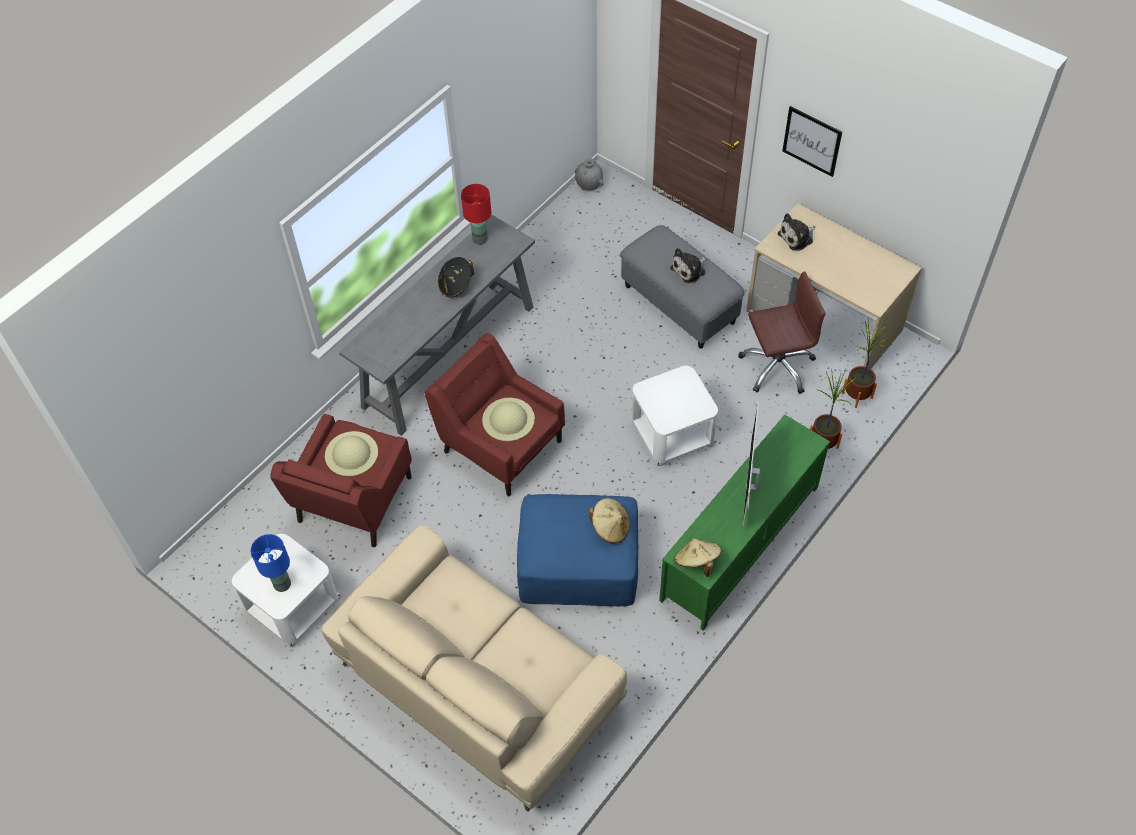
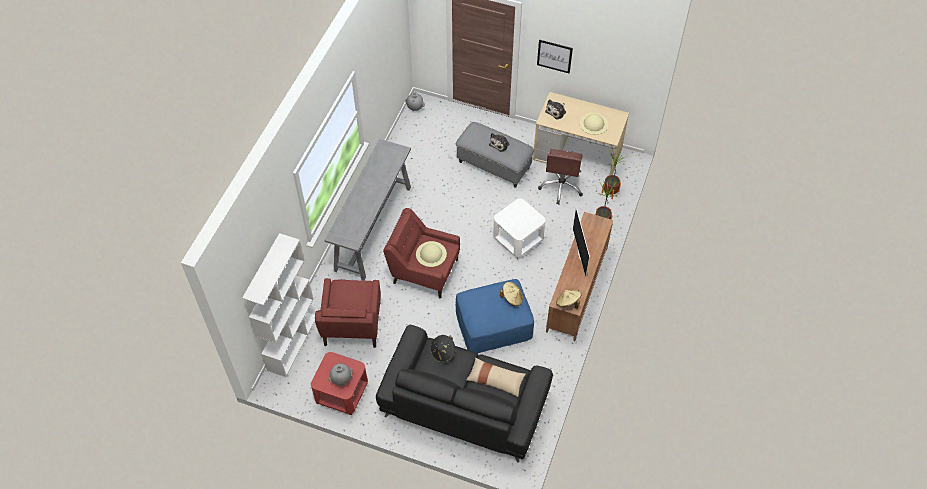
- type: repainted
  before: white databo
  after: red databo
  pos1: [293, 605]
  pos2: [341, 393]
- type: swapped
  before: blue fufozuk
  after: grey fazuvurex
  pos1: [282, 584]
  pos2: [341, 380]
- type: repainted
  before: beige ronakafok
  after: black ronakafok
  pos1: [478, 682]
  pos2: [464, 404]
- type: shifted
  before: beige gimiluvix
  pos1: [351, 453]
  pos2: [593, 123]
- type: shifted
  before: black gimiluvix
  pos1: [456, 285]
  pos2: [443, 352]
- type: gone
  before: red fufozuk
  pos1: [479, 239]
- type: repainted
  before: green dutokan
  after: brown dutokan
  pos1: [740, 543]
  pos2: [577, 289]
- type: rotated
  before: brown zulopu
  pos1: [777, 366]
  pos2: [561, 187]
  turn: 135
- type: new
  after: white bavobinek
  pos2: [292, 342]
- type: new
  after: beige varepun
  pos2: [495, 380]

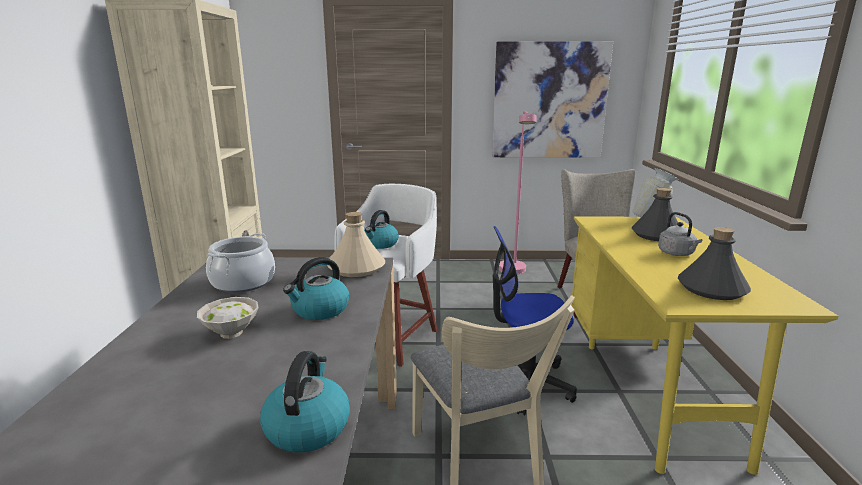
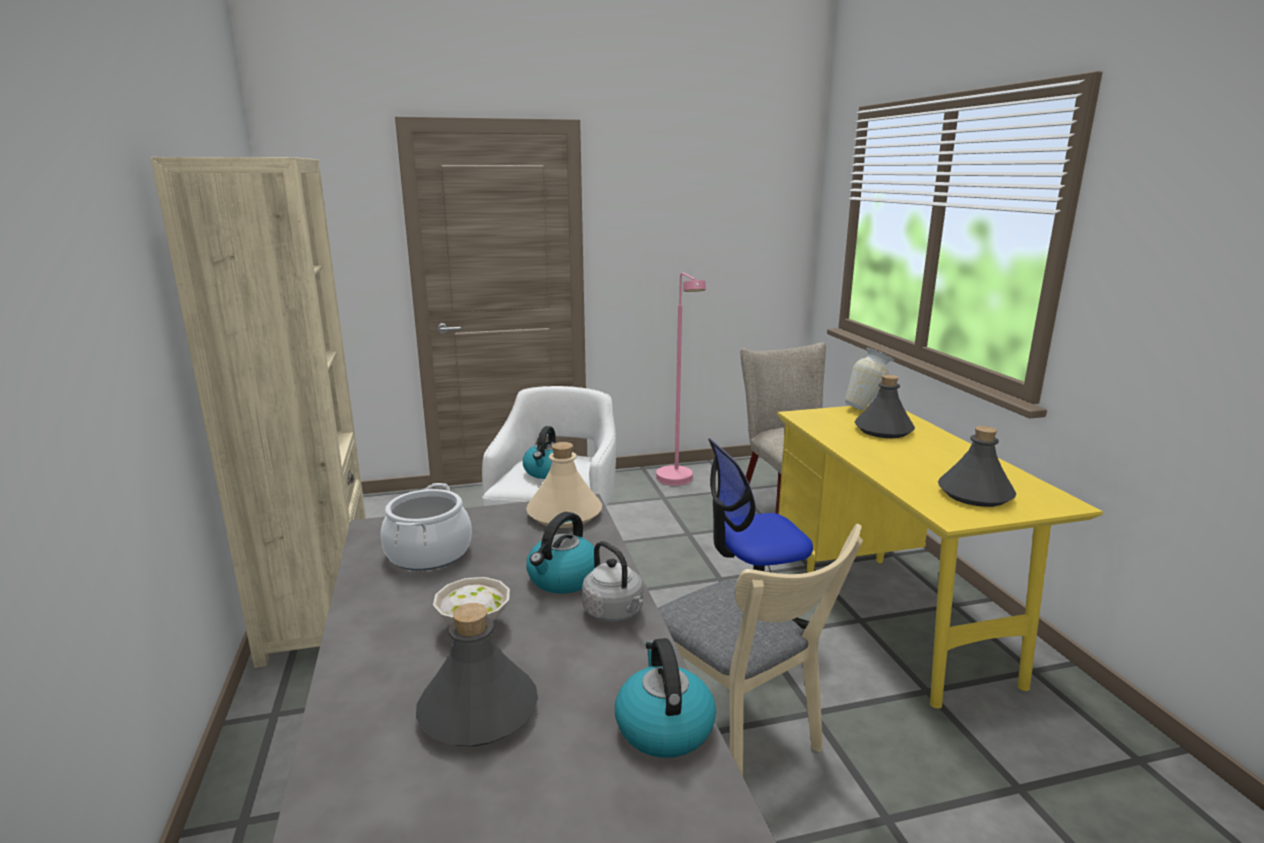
- type: gone
  before: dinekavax
  pos1: [549, 101]
- type: shifted
  before: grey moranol
  pos1: [677, 254]
  pos2: [615, 613]
- type: new
  after: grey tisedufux
  pos2: [479, 711]

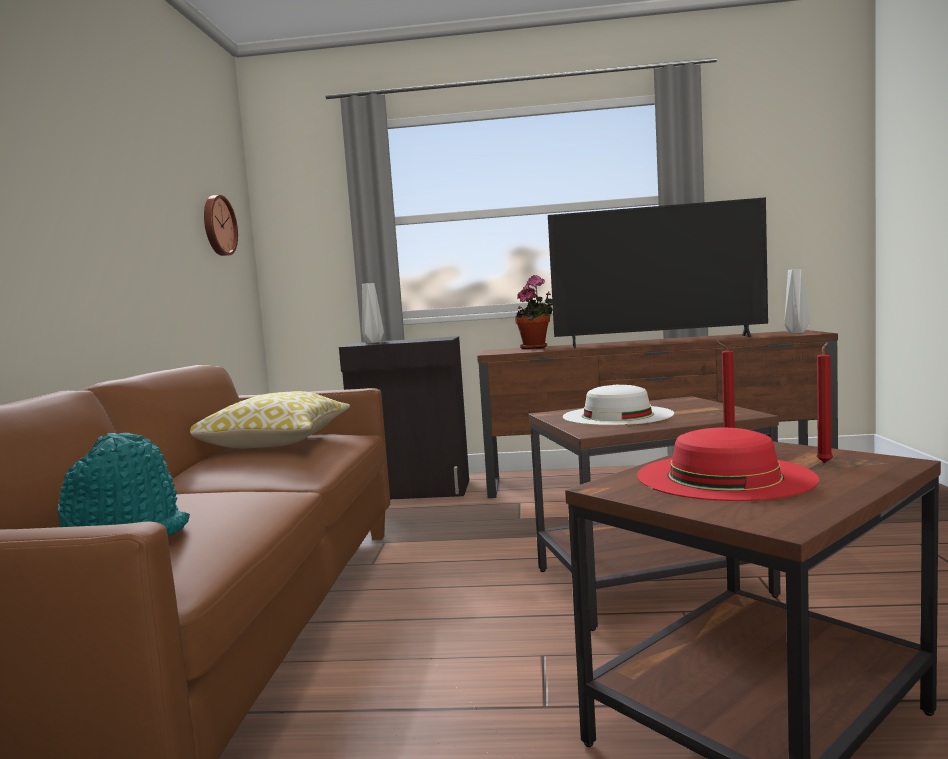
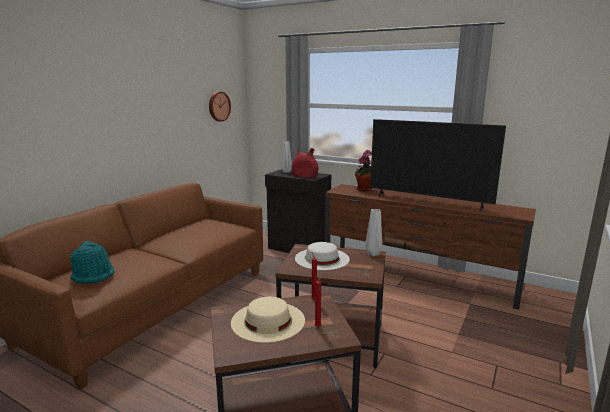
- type: gone
  before: varepun
  pos1: [273, 442]
- type: repainted
  before: red gimiluvix
  after: beige gimiluvix
  pos1: [723, 476]
  pos2: [268, 321]
- type: shifted
  before: grey fazuvurex
  pos1: [796, 333]
  pos2: [373, 254]
- type: new
  after: red fazuvurex
  pos2: [304, 176]

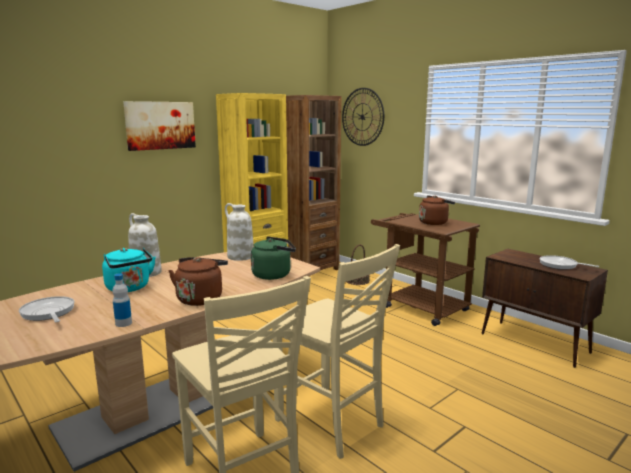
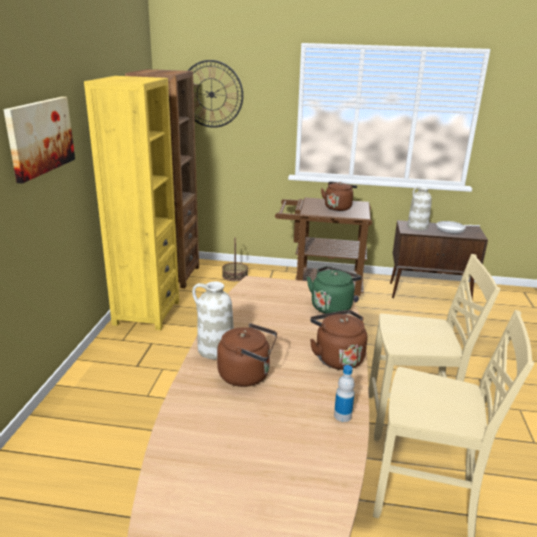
- type: gone
  before: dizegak
  pos1: [48, 313]
- type: repainted
  before: turquoise moranol
  after: brown moranol
  pos1: [129, 288]
  pos2: [247, 375]
- type: shifted
  before: white fazuvurex
  pos1: [240, 257]
  pos2: [417, 227]

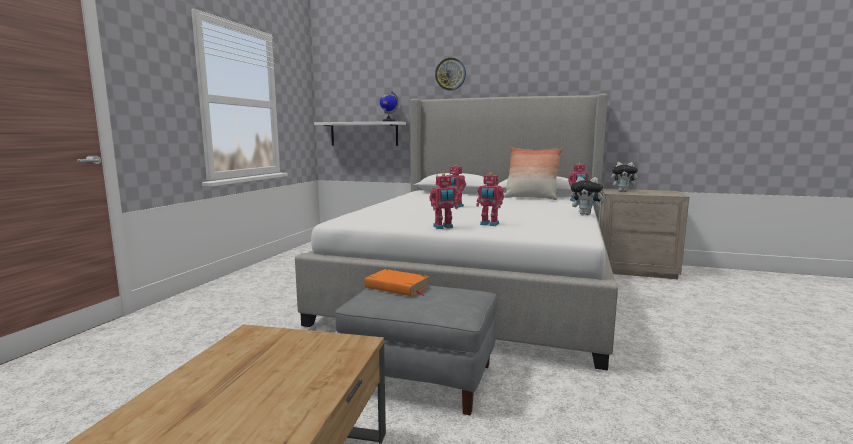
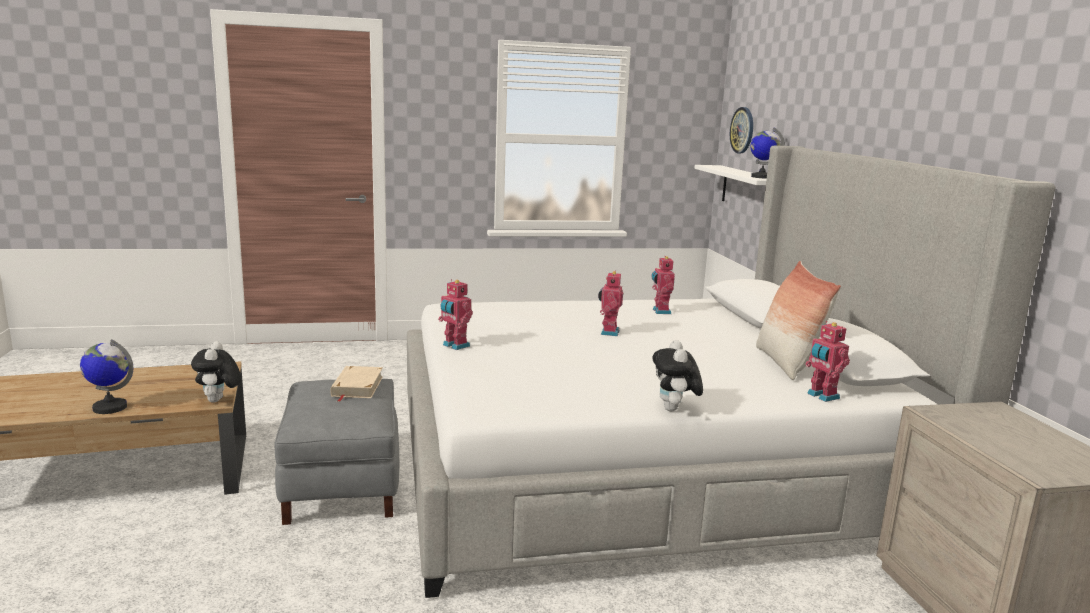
- type: repainted
  before: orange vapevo
  after: beige vapevo
  pos1: [397, 287]
  pos2: [357, 386]
- type: shifted
  before: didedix
  pos1: [450, 74]
  pos2: [742, 130]
- type: shifted
  before: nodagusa
  pos1: [489, 224]
  pos2: [660, 311]
- type: shifted
  before: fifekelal
  pos1: [623, 191]
  pos2: [218, 401]
- type: new
  after: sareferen
  pos2: [110, 407]

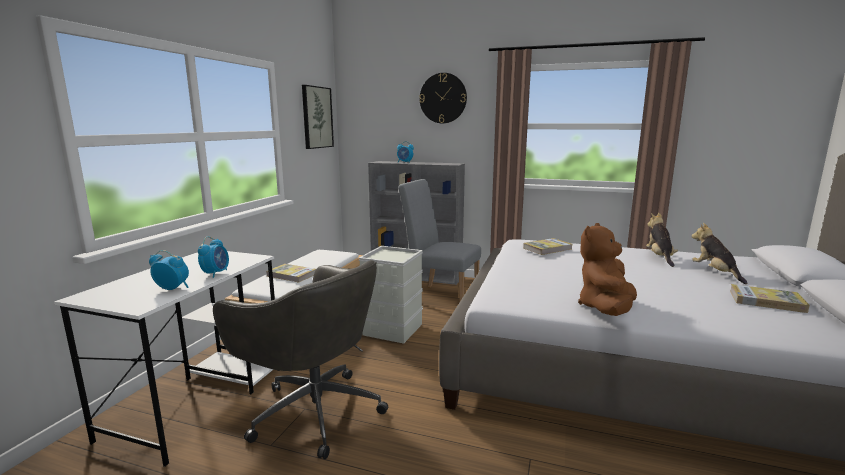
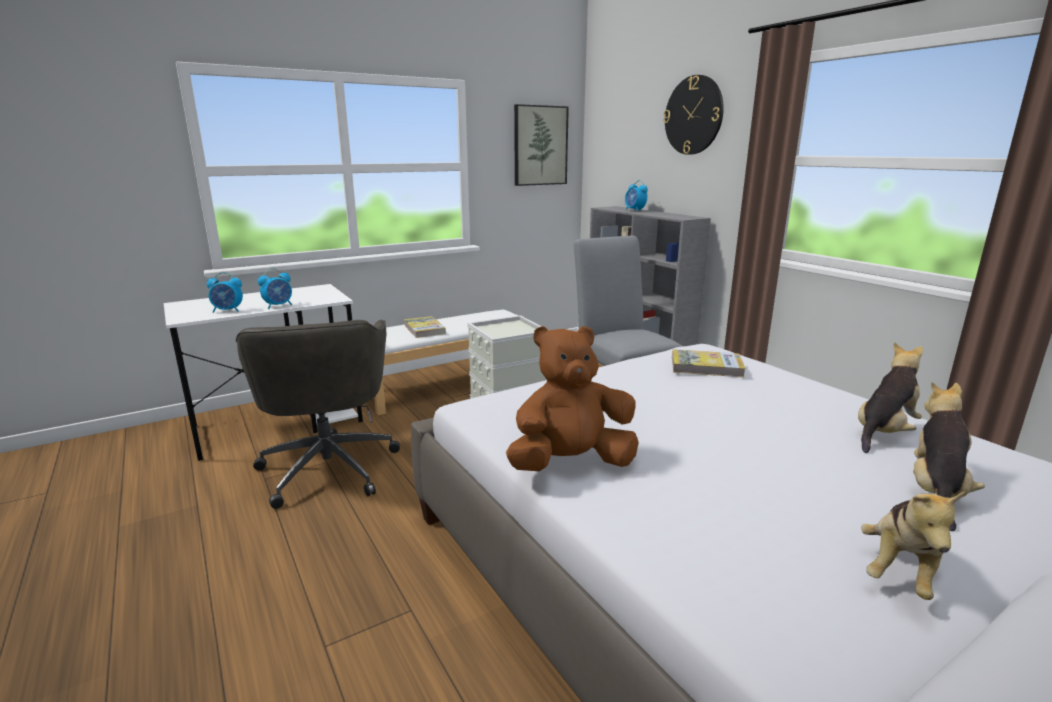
- type: rotated
  before: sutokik
  pos1: [172, 288]
  pos2: [228, 311]
  turn: 120
- type: swapped
  before: vapevo
  after: fifekelal
  pos1: [766, 301]
  pos2: [901, 570]

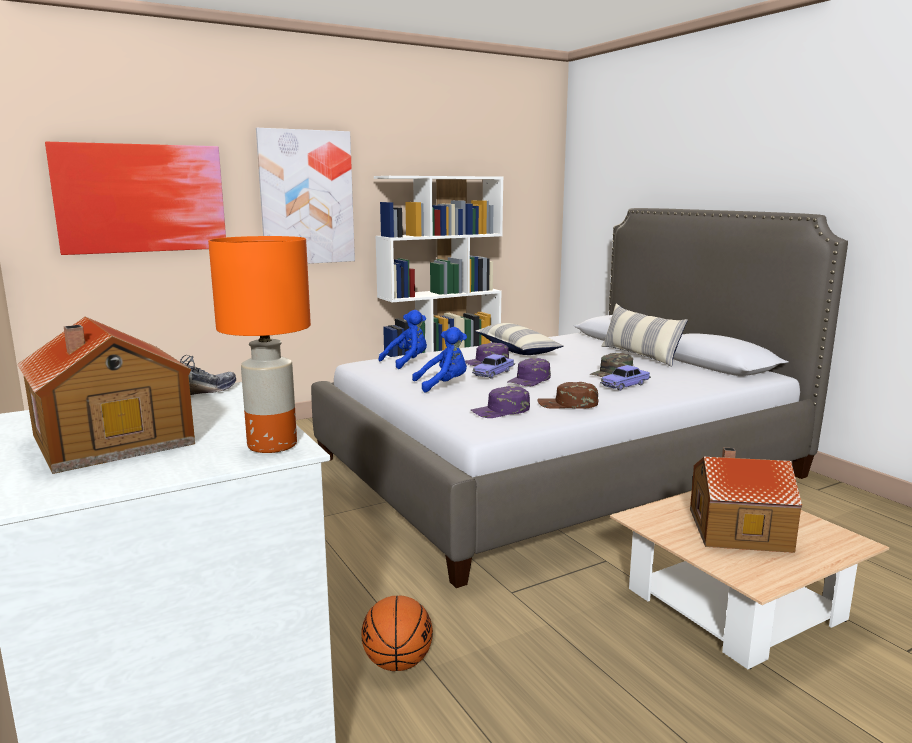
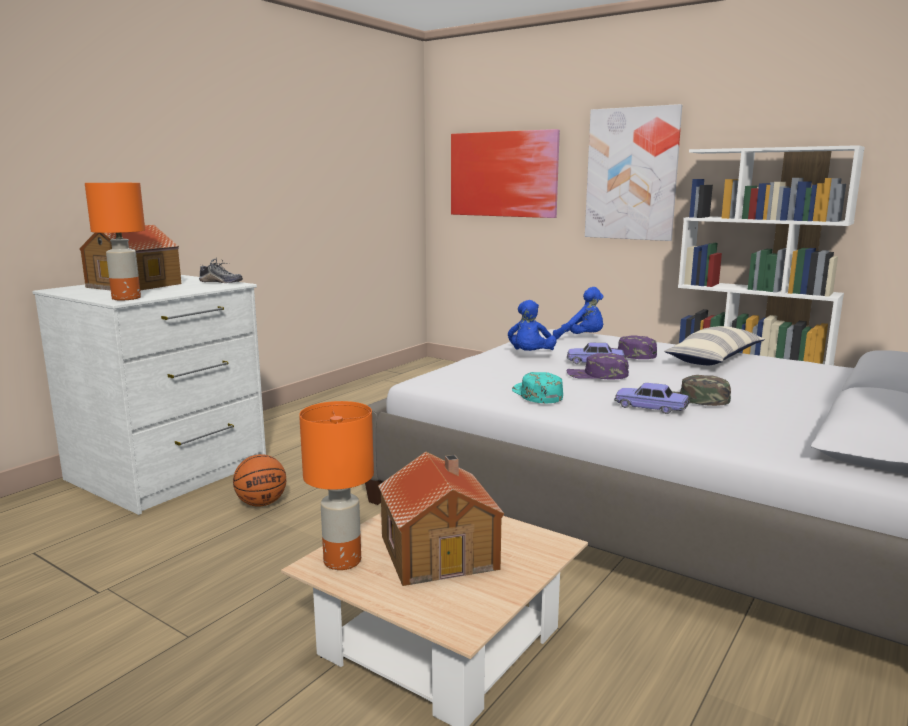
- type: rotated
  before: blue fifekelal
  pos1: [443, 385]
  pos2: [530, 356]
  turn: 60
- type: gone
  before: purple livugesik
  pos1: [501, 411]
- type: repainted
  before: brown livugesik
  after: turquoise livugesik
  pos1: [567, 404]
  pos2: [536, 395]
- type: gone
  before: varepun
  pos1: [639, 355]
- type: new
  after: orange fufozuk
  pos2: [341, 561]

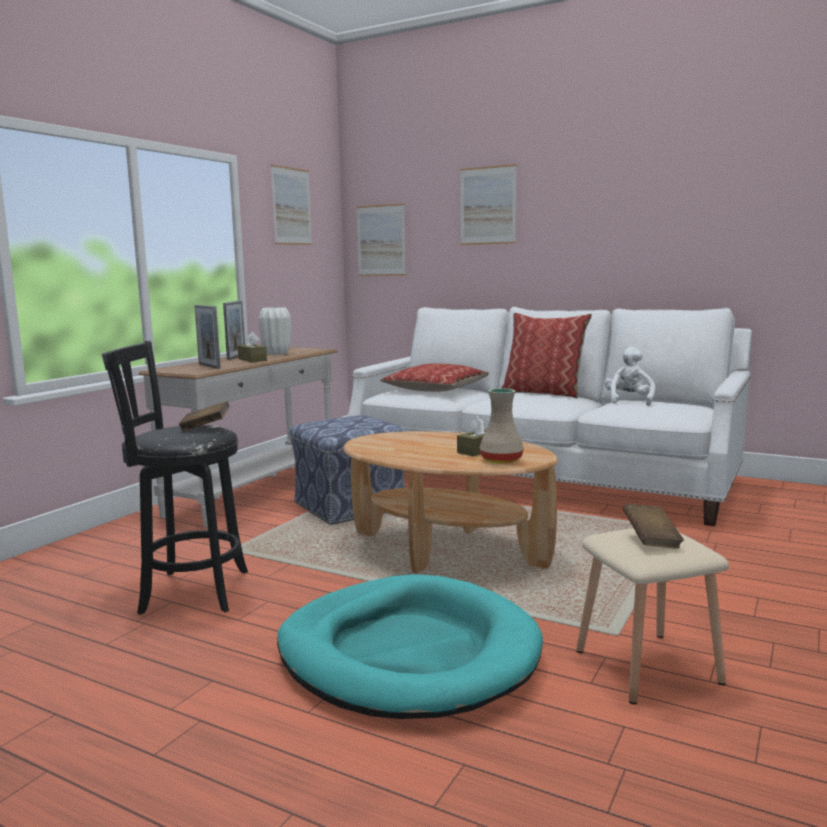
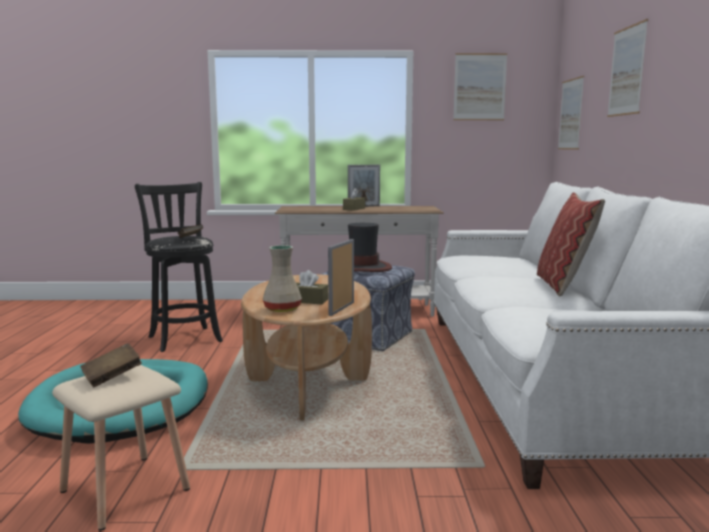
- type: shifted
  before: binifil
  pos1: [209, 366]
  pos2: [341, 308]
- type: gone
  before: white fazuvurex
  pos1: [277, 353]
- type: gone
  before: varepun
  pos1: [436, 389]
- type: gone
  before: white fifekelal
  pos1: [628, 401]
- type: new
  after: gimiluvix
  pos2: [362, 268]

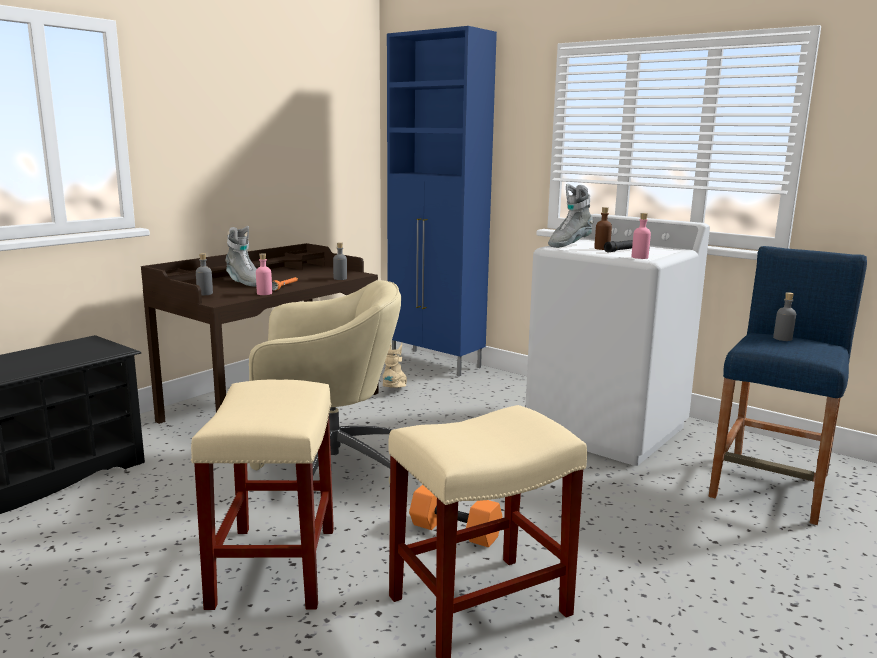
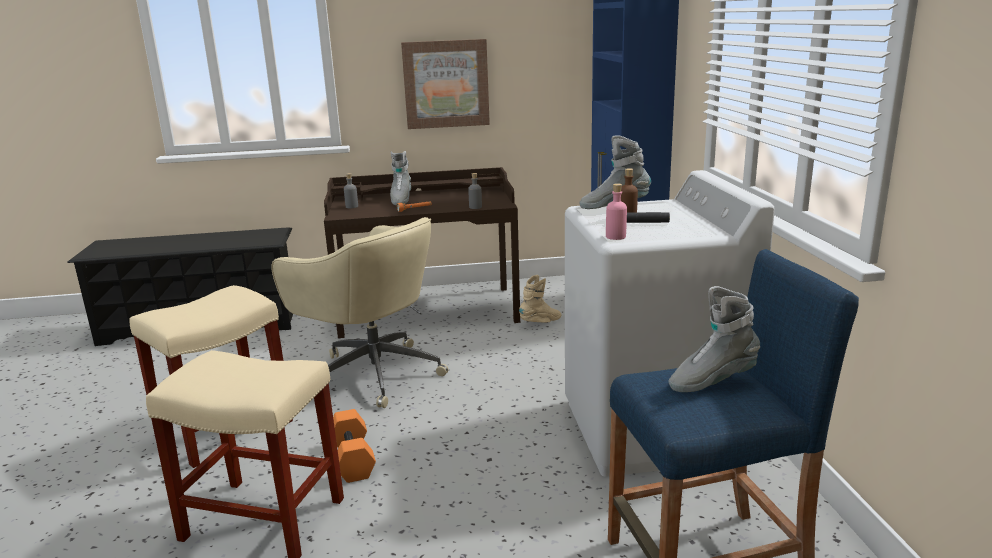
- type: gone
  before: pink tisedufux
  pos1: [264, 293]
- type: swapped
  before: grey tisedufux
  after: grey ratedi
  pos1: [782, 338]
  pos2: [712, 381]
- type: new
  after: dinekavax
  pos2: [446, 84]

